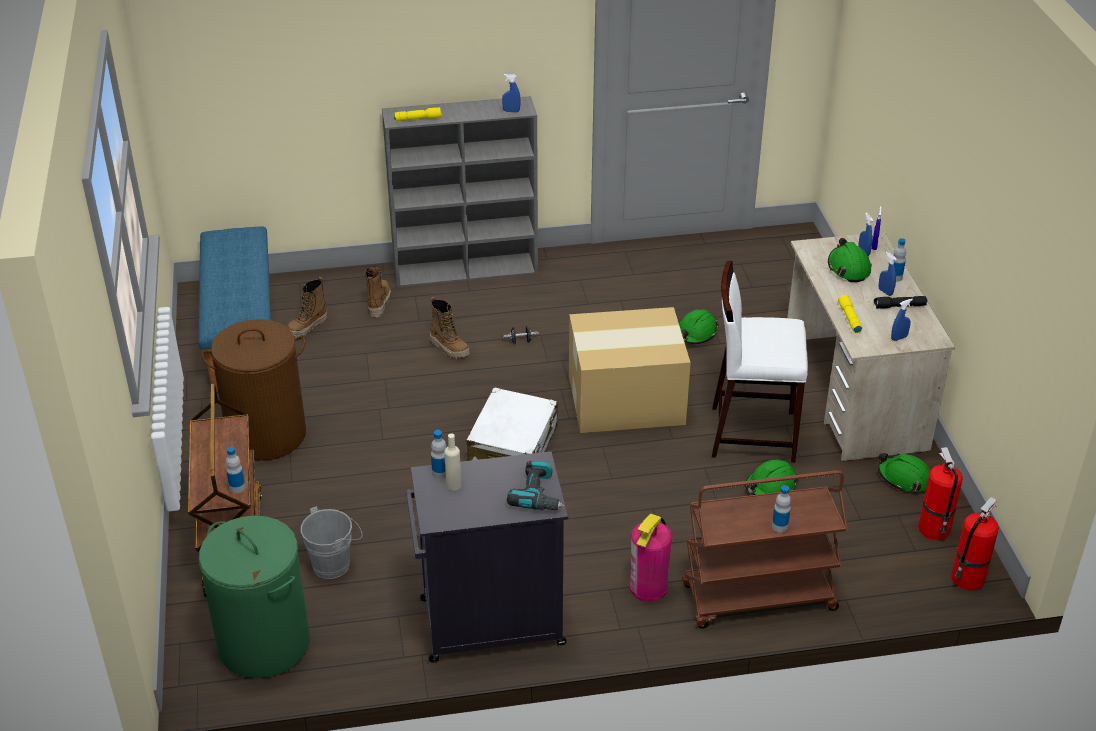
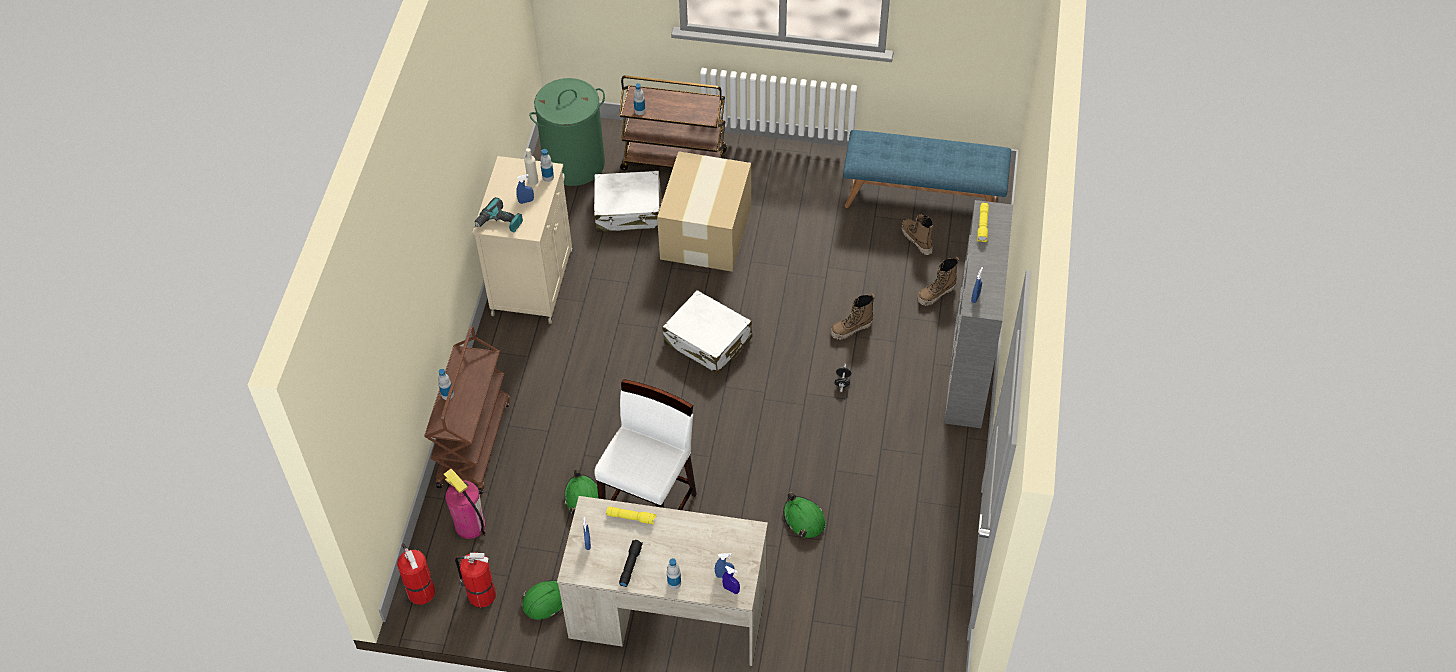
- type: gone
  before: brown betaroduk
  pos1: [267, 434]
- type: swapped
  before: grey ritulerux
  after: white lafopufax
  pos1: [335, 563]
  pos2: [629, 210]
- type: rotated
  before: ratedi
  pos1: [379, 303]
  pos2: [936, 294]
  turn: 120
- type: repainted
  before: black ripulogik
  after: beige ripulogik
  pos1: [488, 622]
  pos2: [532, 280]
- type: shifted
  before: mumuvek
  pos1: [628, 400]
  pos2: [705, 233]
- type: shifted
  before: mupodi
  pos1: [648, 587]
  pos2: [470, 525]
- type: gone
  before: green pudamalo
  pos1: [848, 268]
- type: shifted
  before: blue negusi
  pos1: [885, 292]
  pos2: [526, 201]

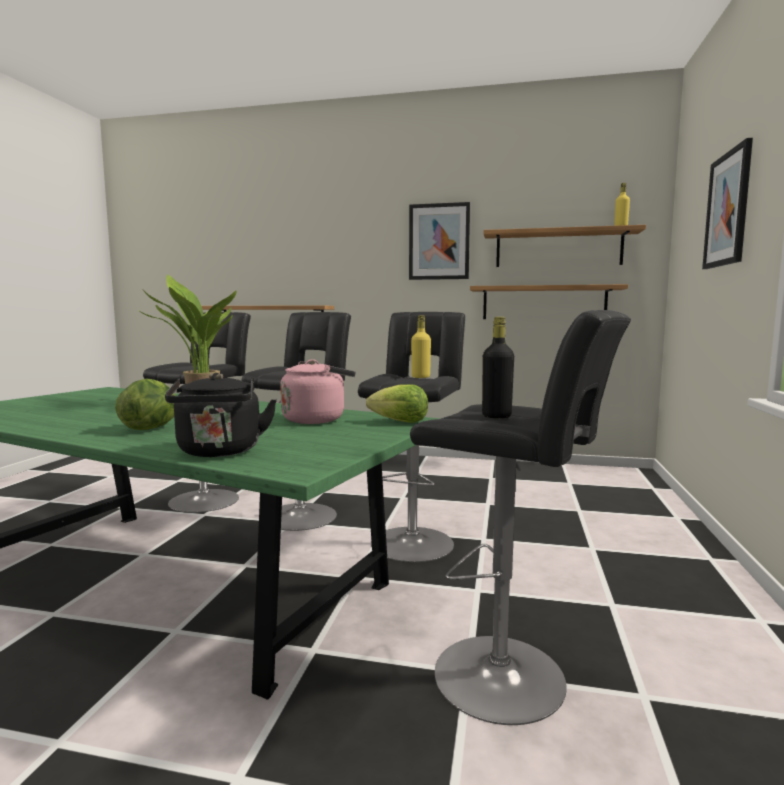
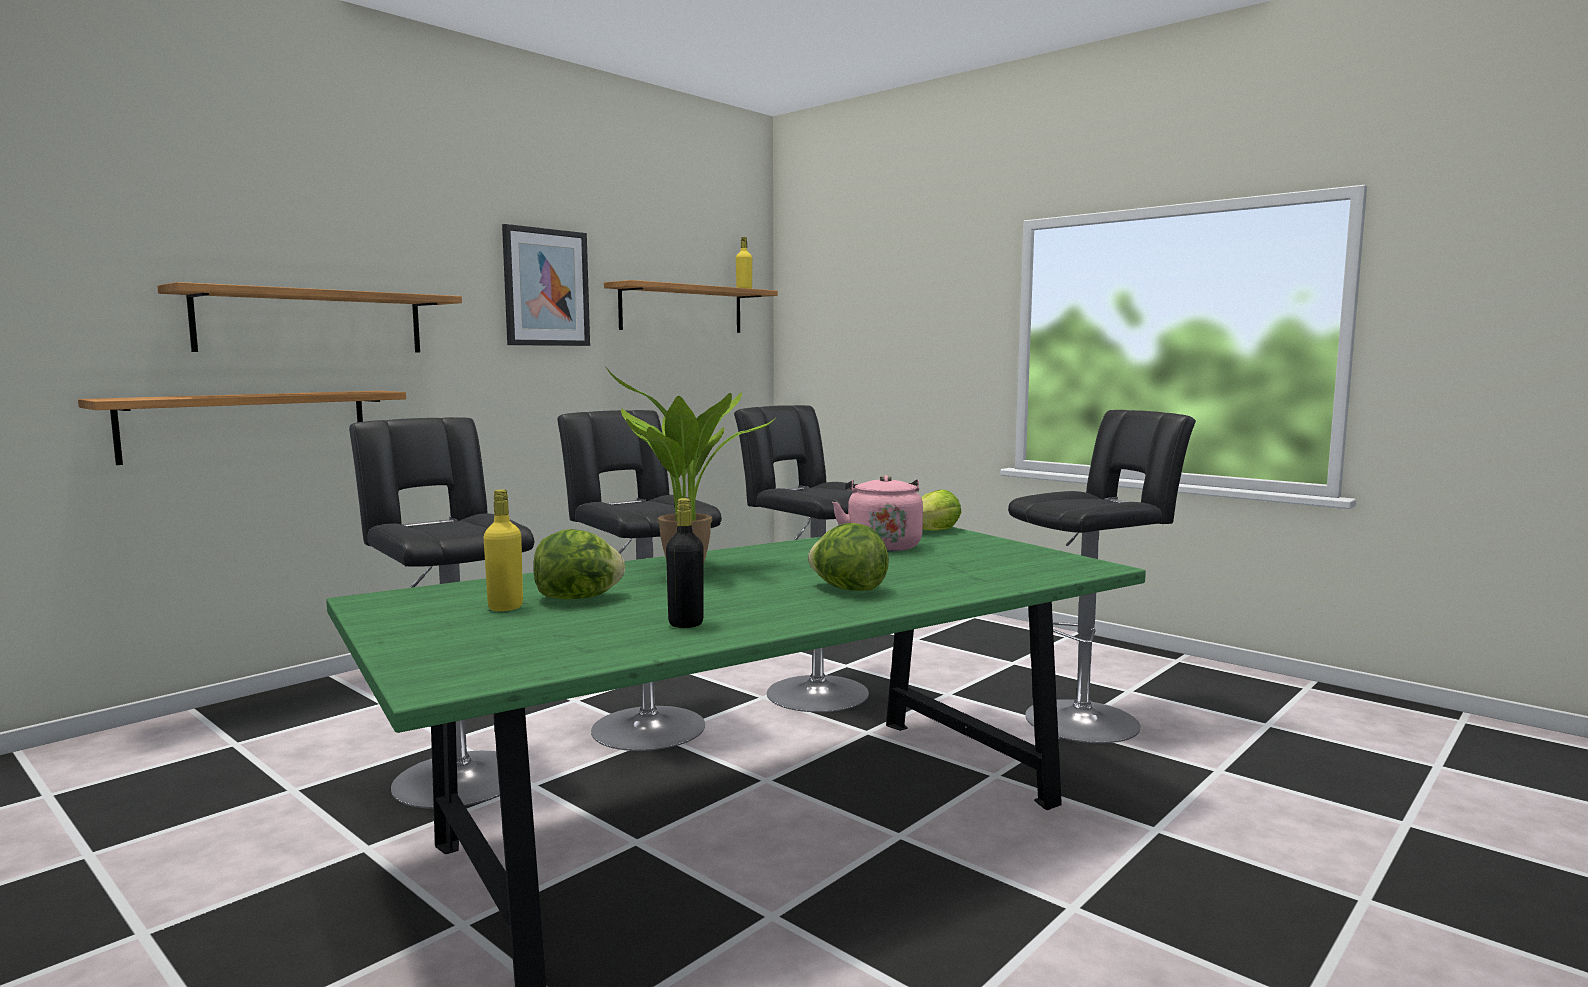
- type: gone
  before: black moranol
  pos1: [219, 452]
- type: shifted
  before: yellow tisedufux
  pos1: [420, 377]
  pos2: [505, 607]
- type: shifted
  before: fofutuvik
  pos1: [544, 303]
  pos2: [312, 322]
- type: shifted
  before: black tisedufux
  pos1: [496, 416]
  pos2: [686, 624]
- type: gone
  before: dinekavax
  pos1: [728, 209]
- type: new
  after: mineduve
  pos2: [579, 598]

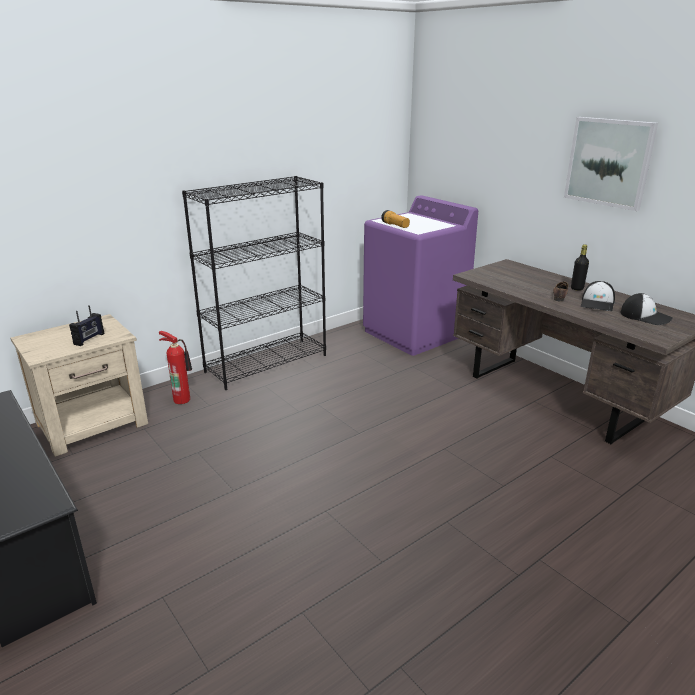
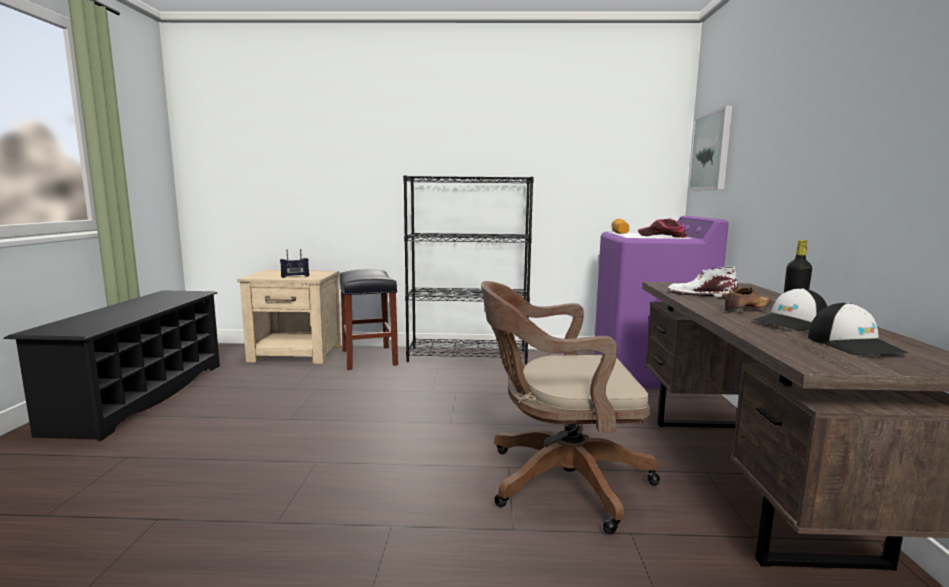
- type: swapped
  before: mupodi
  after: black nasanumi
  pos1: [182, 399]
  pos2: [369, 358]
- type: shifted
  before: dinekavax
  pos1: [609, 162]
  pos2: [711, 151]
- type: new
  after: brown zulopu
  pos2: [558, 480]
- type: new
  after: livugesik
  pos2: [662, 236]
- type: new
  after: white ratedi
  pos2: [701, 294]

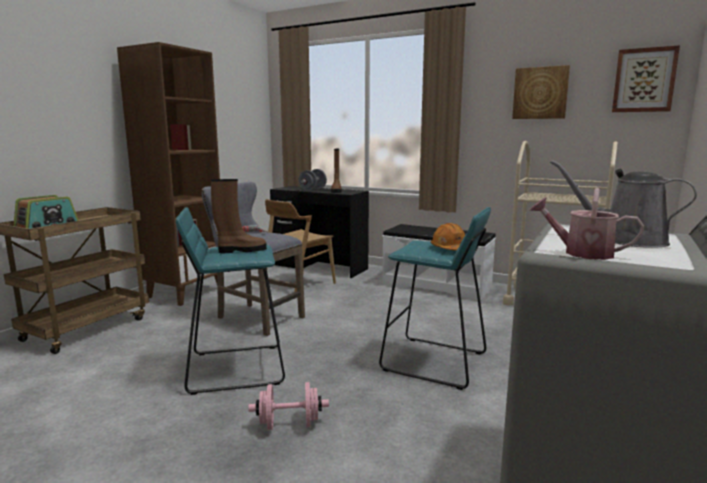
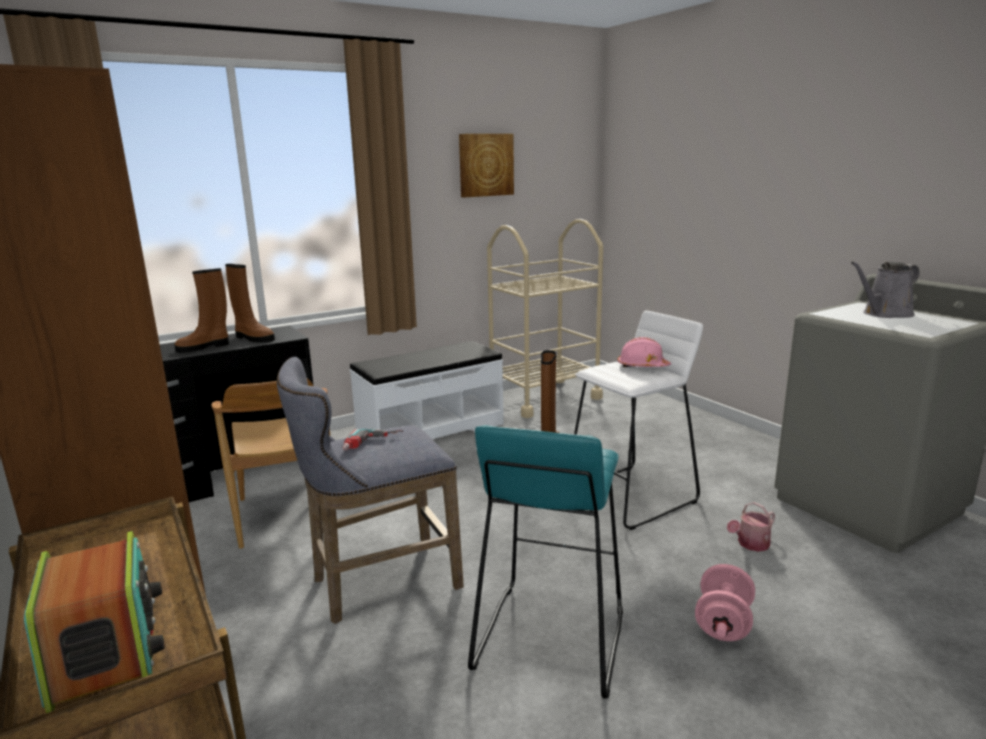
- type: swapped
  before: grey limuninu
  after: brown ratedi
  pos1: [312, 190]
  pos2: [204, 347]
- type: repainted
  before: turquoise nasanumi
  after: white nasanumi
  pos1: [434, 362]
  pos2: [632, 496]
- type: repainted
  before: orange pudamalo
  after: pink pudamalo
  pos1: [450, 249]
  pos2: [643, 366]
- type: shifted
  before: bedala
  pos1: [581, 253]
  pos2: [750, 544]
- type: gone
  before: dinekavax
  pos1: [644, 80]

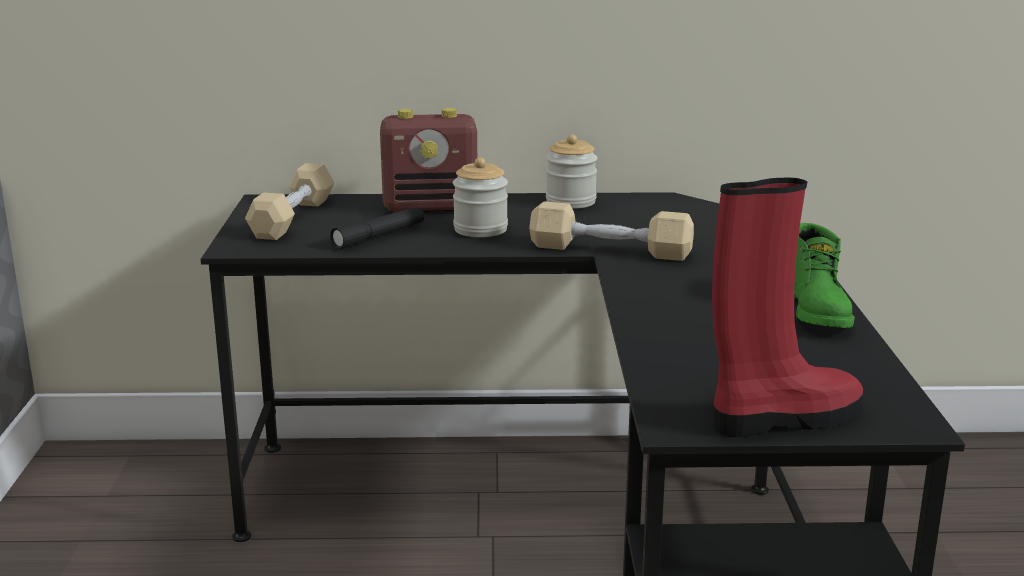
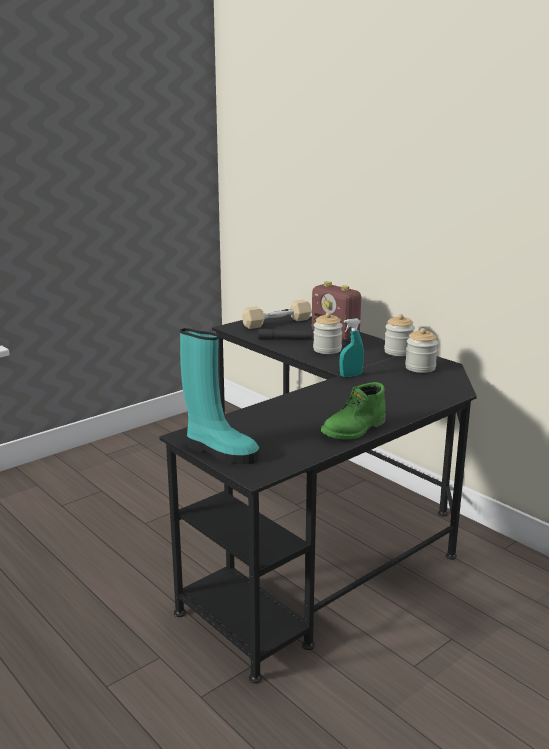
- type: swapped
  before: beige limuninu
  after: turquoise negusi
  pos1: [610, 250]
  pos2: [350, 375]
- type: repainted
  before: red ratedi
  after: turquoise ratedi
  pos1: [782, 419]
  pos2: [219, 451]
- type: new
  after: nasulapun
  pos2: [420, 368]

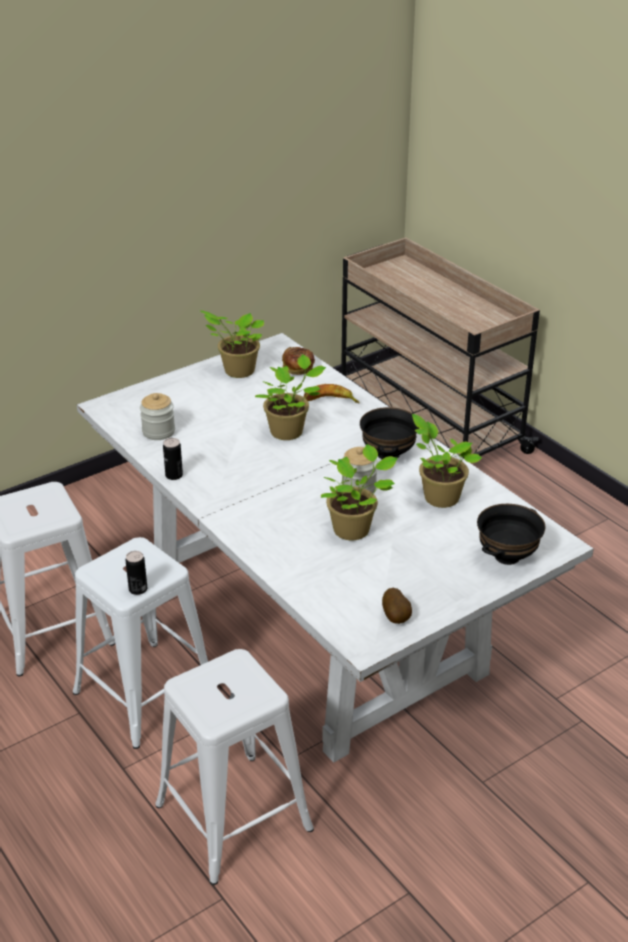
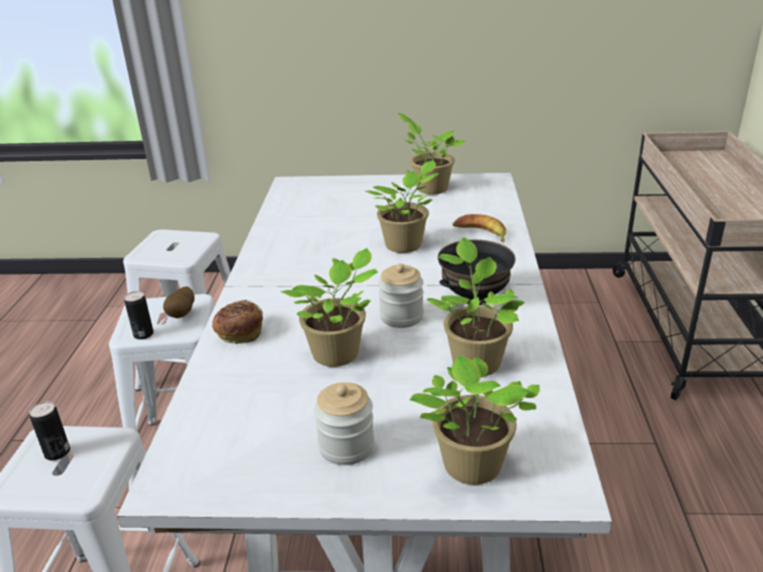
- type: shifted
  before: nasulapun
  pos1: [158, 432]
  pos2: [346, 446]
- type: shifted
  before: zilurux
  pos1: [174, 475]
  pos2: [57, 452]
- type: shifted
  before: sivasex
  pos1: [298, 369]
  pos2: [239, 334]
- type: shifted
  before: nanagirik
  pos1: [396, 617]
  pos2: [182, 314]
- type: swapped
  before: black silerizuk
  after: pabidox
  pos1: [506, 556]
  pos2: [470, 468]

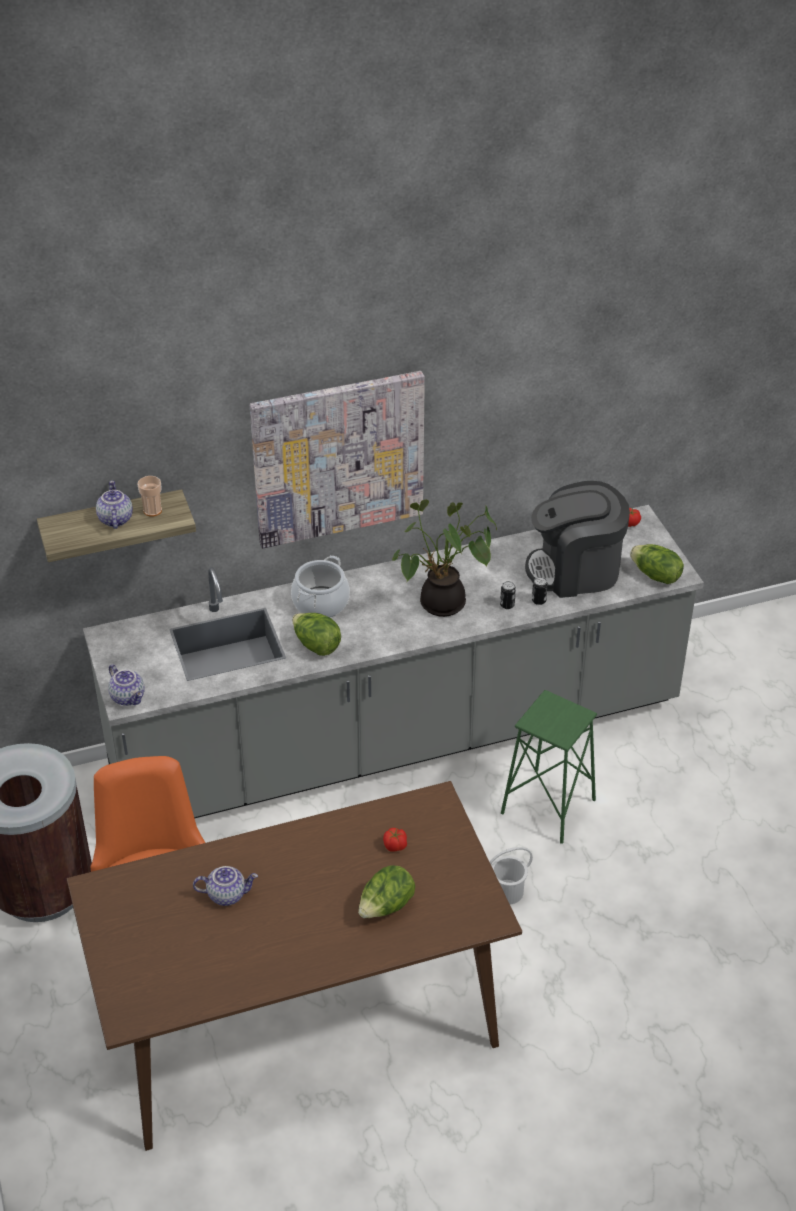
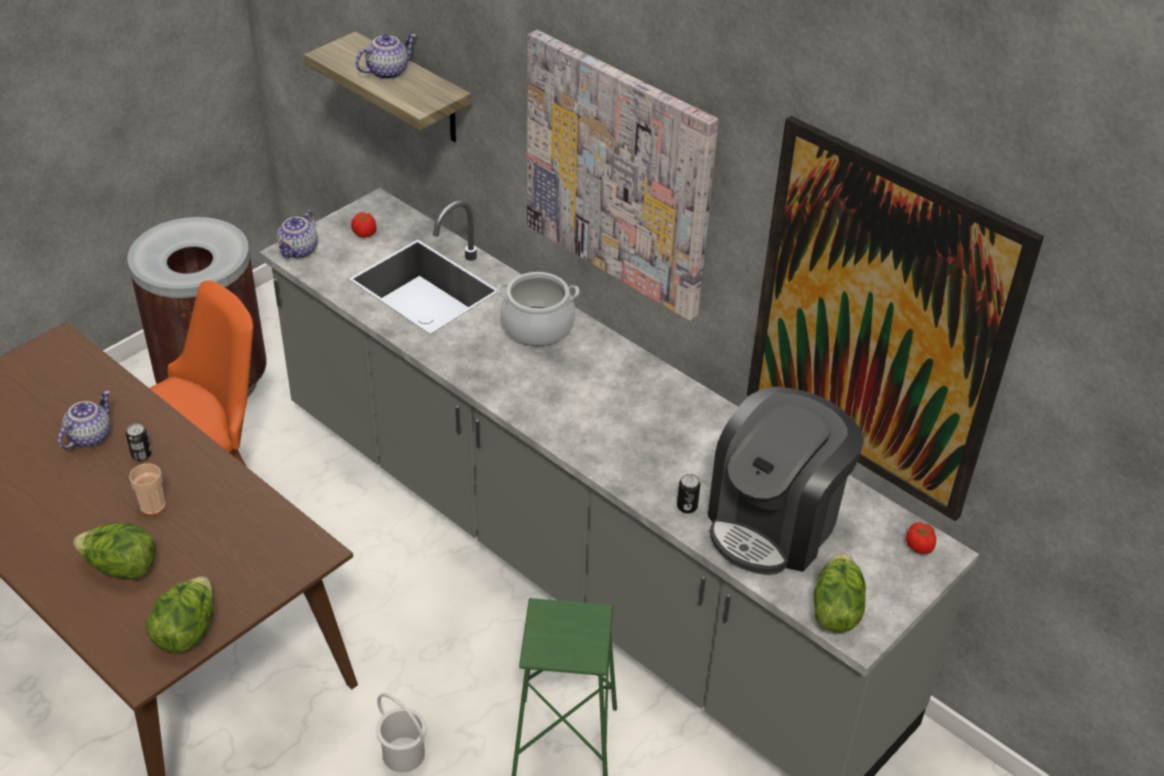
- type: shifted
  before: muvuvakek
  pos1: [152, 510]
  pos2: [153, 506]
- type: rotated
  before: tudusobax
  pos1: [227, 894]
  pos2: [89, 436]
  turn: -120
- type: shifted
  before: mineduve
  pos1: [316, 645]
  pos2: [187, 631]
- type: shifted
  before: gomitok
  pos1: [395, 846]
  pos2: [364, 234]
- type: gone
  before: pabidox
  pos1: [441, 606]
- type: shifted
  before: zilurux
  pos1: [507, 605]
  pos2: [141, 455]
- type: rotated
  before: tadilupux
  pos1: [575, 570]
  pos2: [774, 523]
  turn: -105
- type: new
  after: dinekavax
  pos2: [879, 323]

